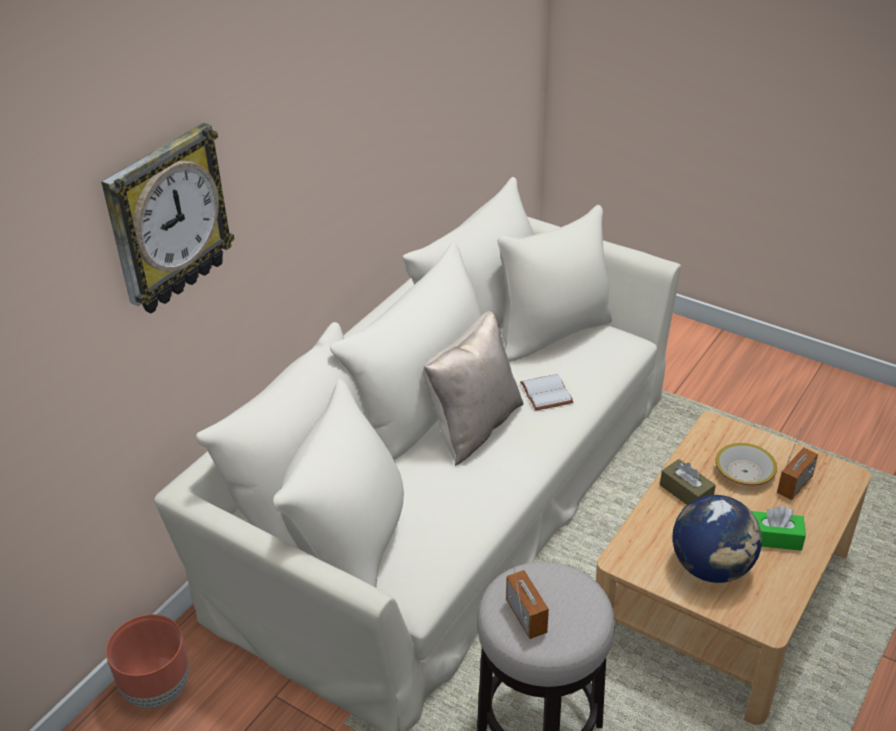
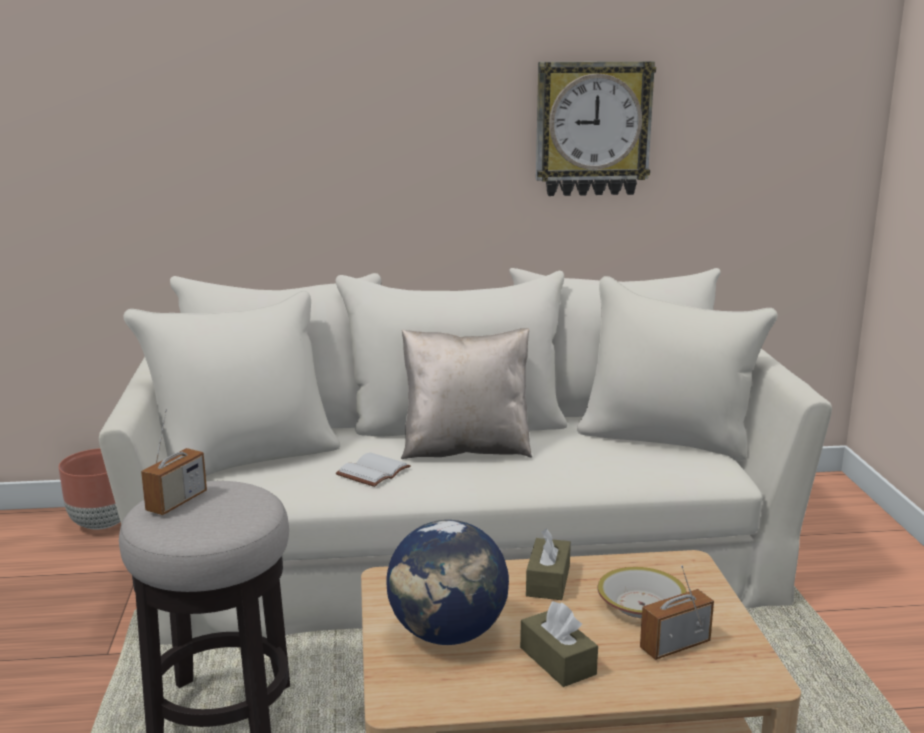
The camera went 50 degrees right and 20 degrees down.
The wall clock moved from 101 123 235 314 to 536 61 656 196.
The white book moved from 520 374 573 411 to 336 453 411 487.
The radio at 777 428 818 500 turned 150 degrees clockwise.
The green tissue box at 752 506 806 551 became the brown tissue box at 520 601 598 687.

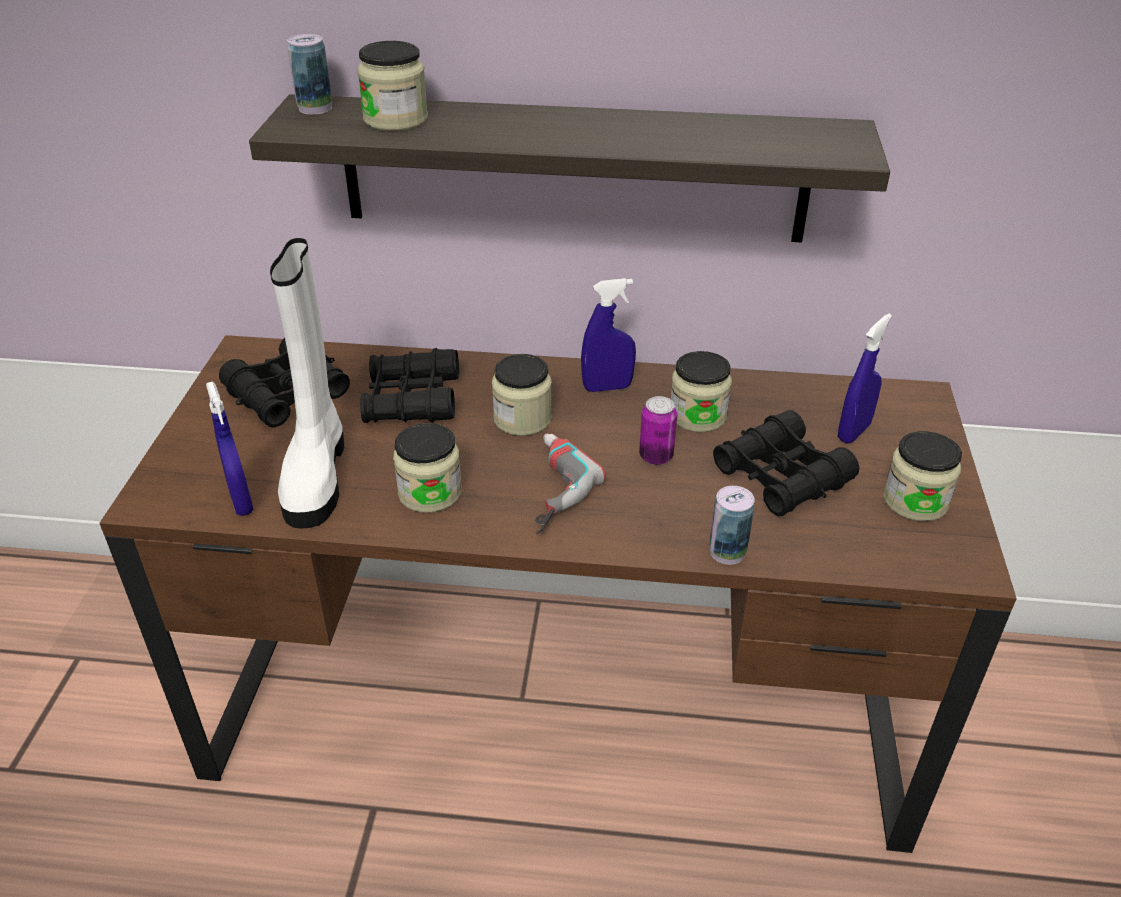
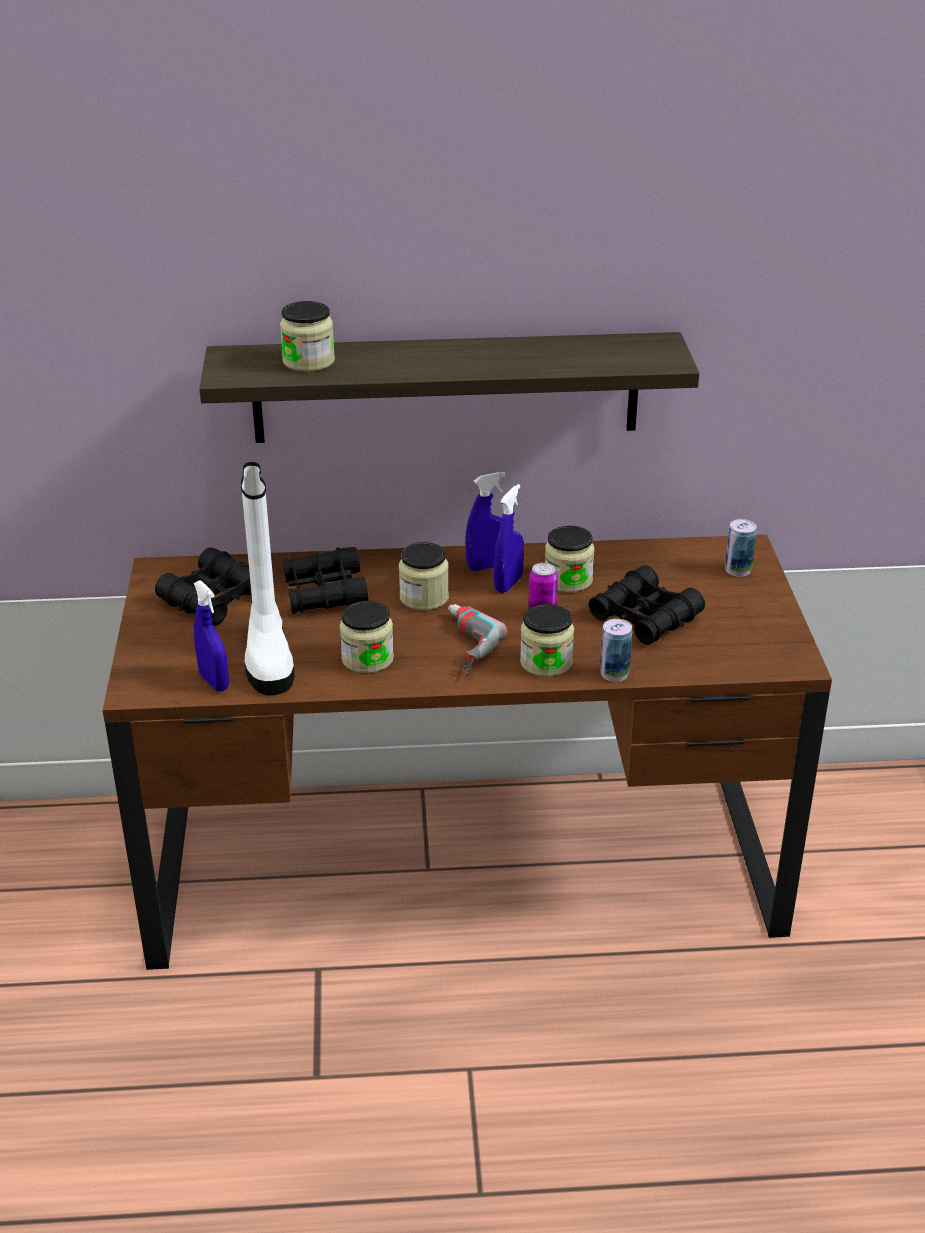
The camera went 10 degrees left and 5 degrees down.
The can moved from 287 34 332 115 to 725 519 756 577.
The blue spray bottle moved from 838 313 892 443 to 494 484 524 593.
The jar moved from 883 431 962 521 to 520 604 574 677.

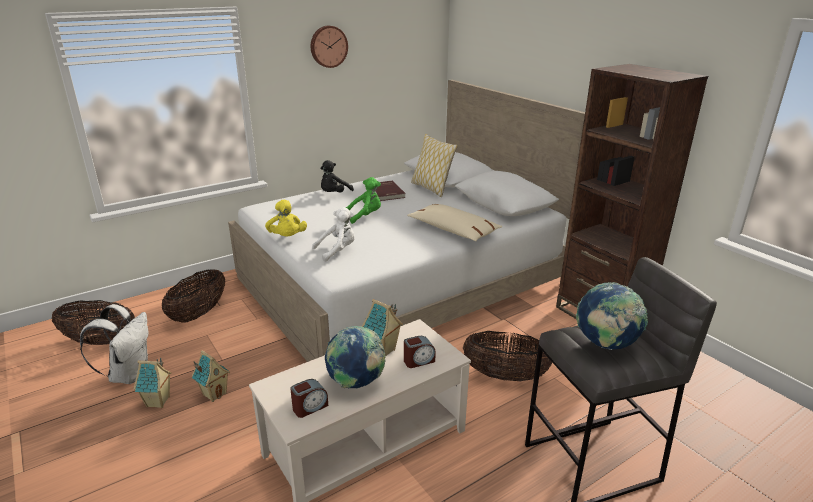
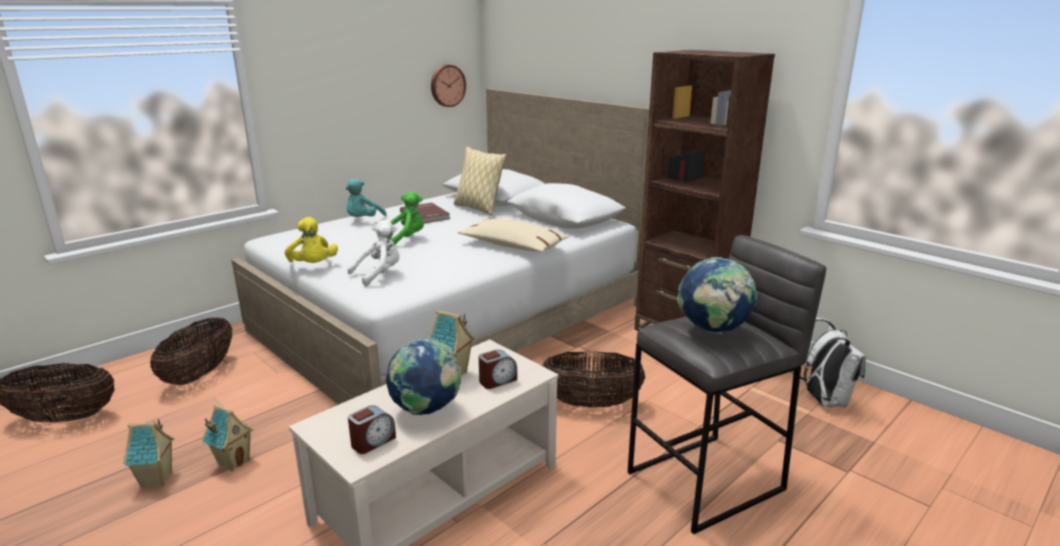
The camera went 10 degrees left and 5 degrees down.
The wall clock moved from 311 26 348 68 to 431 65 466 107.
The black plush toy at 320 160 354 192 became the turquoise plush toy at 346 179 387 217.
The white backpack moved from 80 304 149 384 to 792 317 866 408.

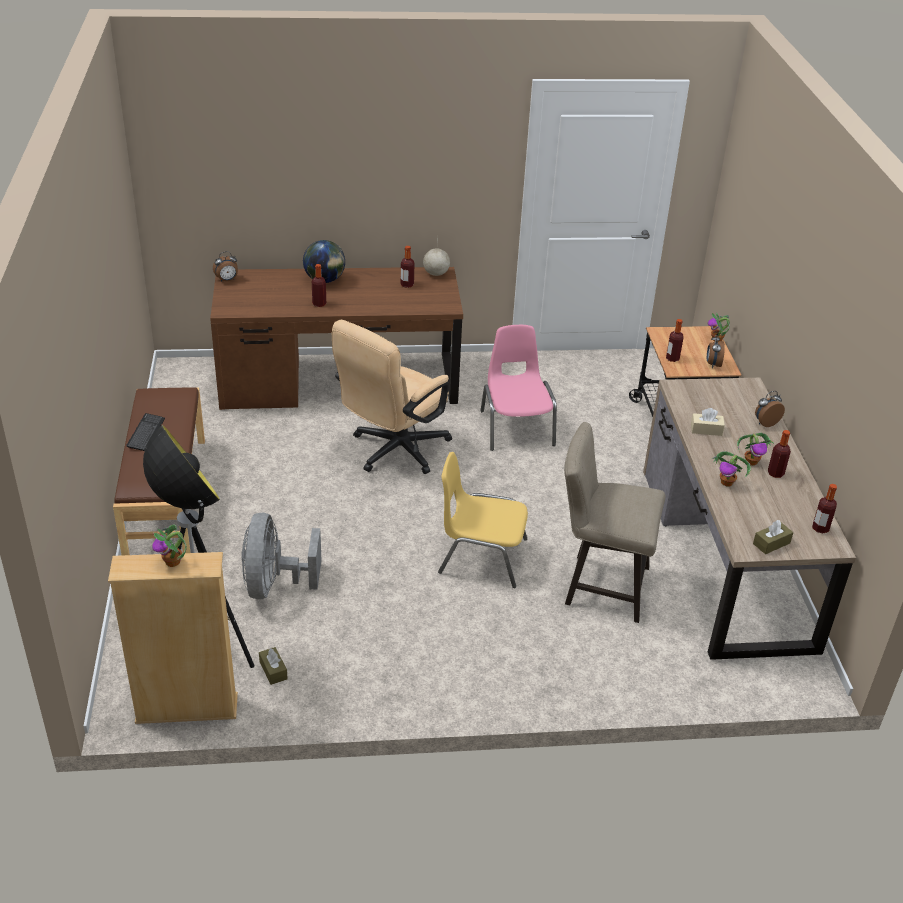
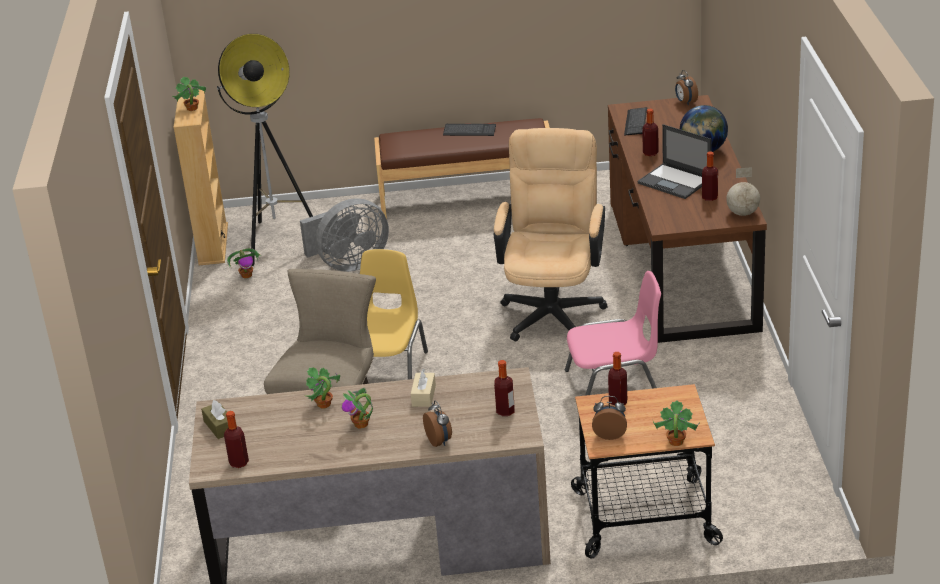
The camera went 95 degrees right and 5 degrees down.
The beige office chair at 332 320 452 474 turned 60 degrees clockwise.
The bottle moved from 768 430 791 478 to 494 360 515 416.
The grey fan at 241 513 322 599 turned 150 degrees clockwise.
The brown tissue box at 259 647 288 685 was replaced by the potted plant at 227 248 261 279.
The keyboard at 624 107 647 136 appeared.
The laptop at 637 124 712 199 appeared.

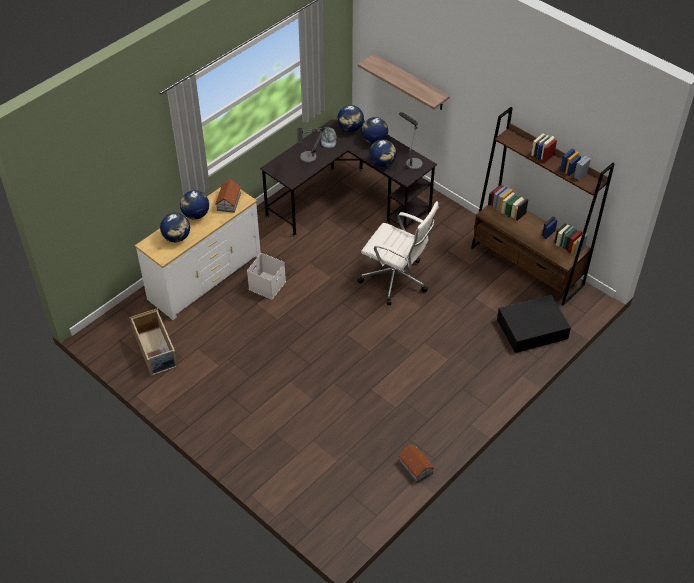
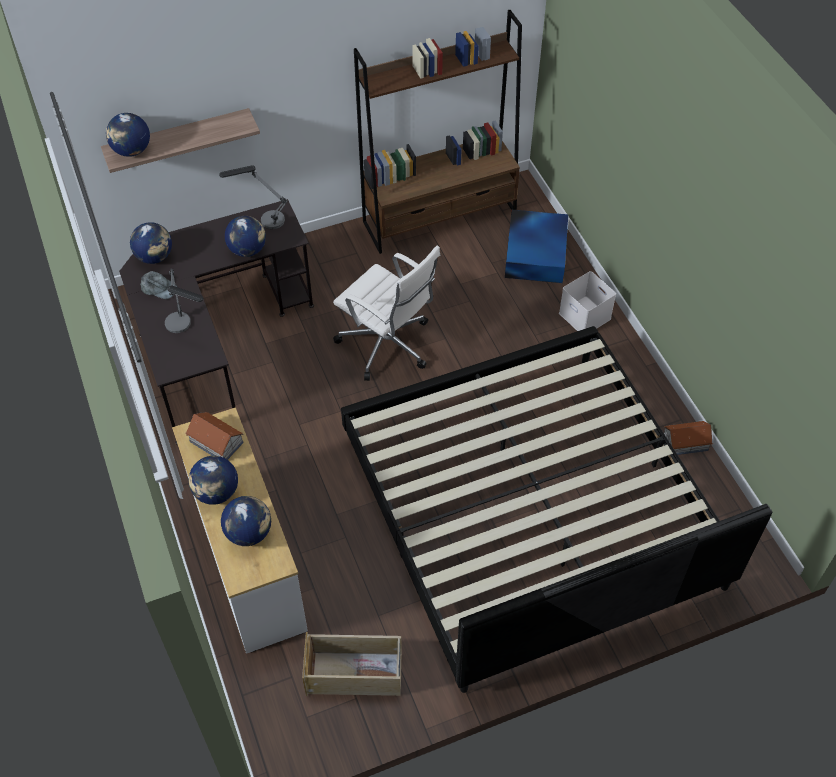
The camera went 65 degrees left and 5 degrees up.
The globe moved from 361 117 388 144 to 106 113 150 157.
The white office chair at 357 201 439 305 turned 75 degrees clockwise.
The white storage box moved from 247 253 286 299 to 559 271 616 331.
The black storage box at 497 295 571 353 became the blue storage box at 505 210 568 283.
The bed at 341 326 772 693 appeared.

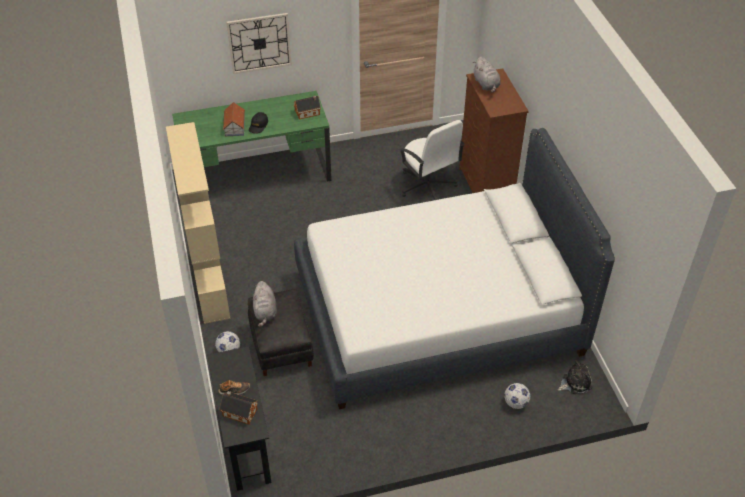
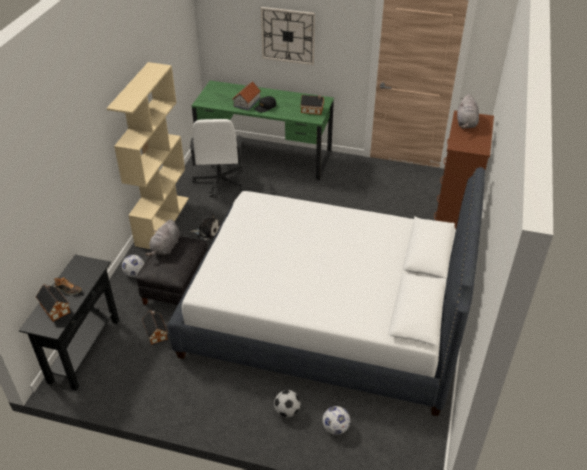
The camera went 30 degrees right and 5 degrees down.
The white office chair moved from 399 120 465 200 to 190 119 243 197.
The plush toy moved from 558 360 592 394 to 190 214 220 240.
The toy house at 142 310 168 345 appeared.
The football at 274 390 300 417 appeared.

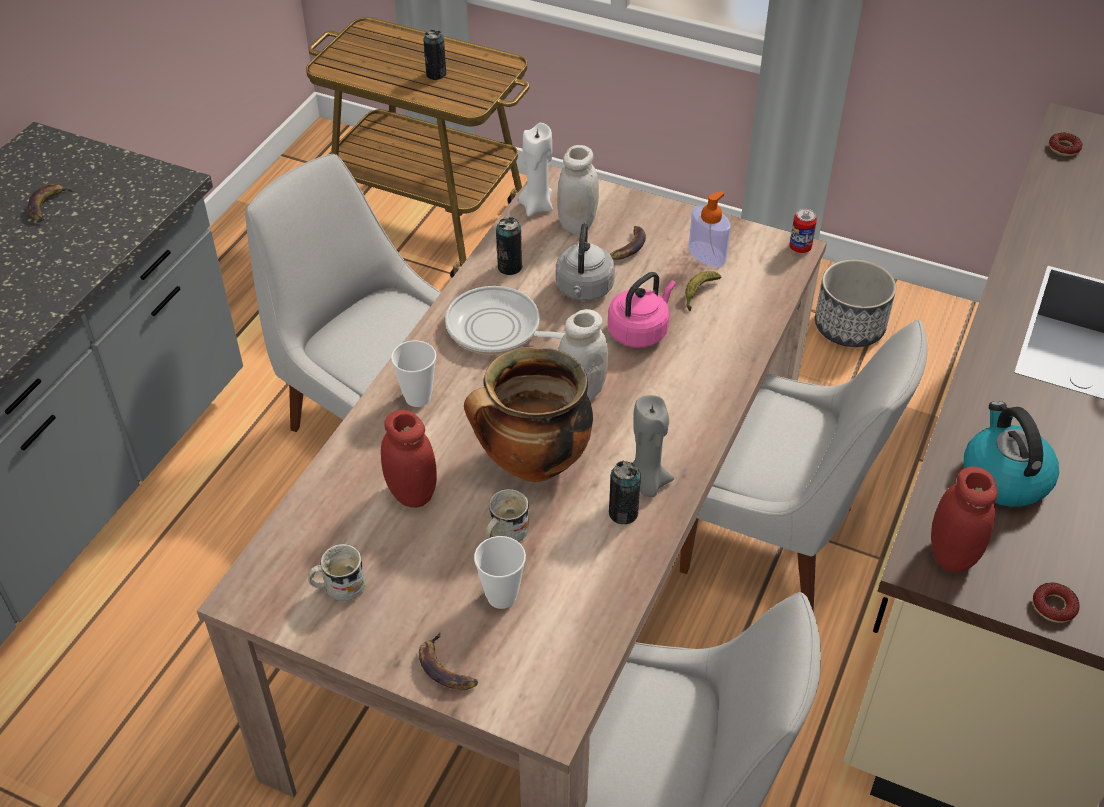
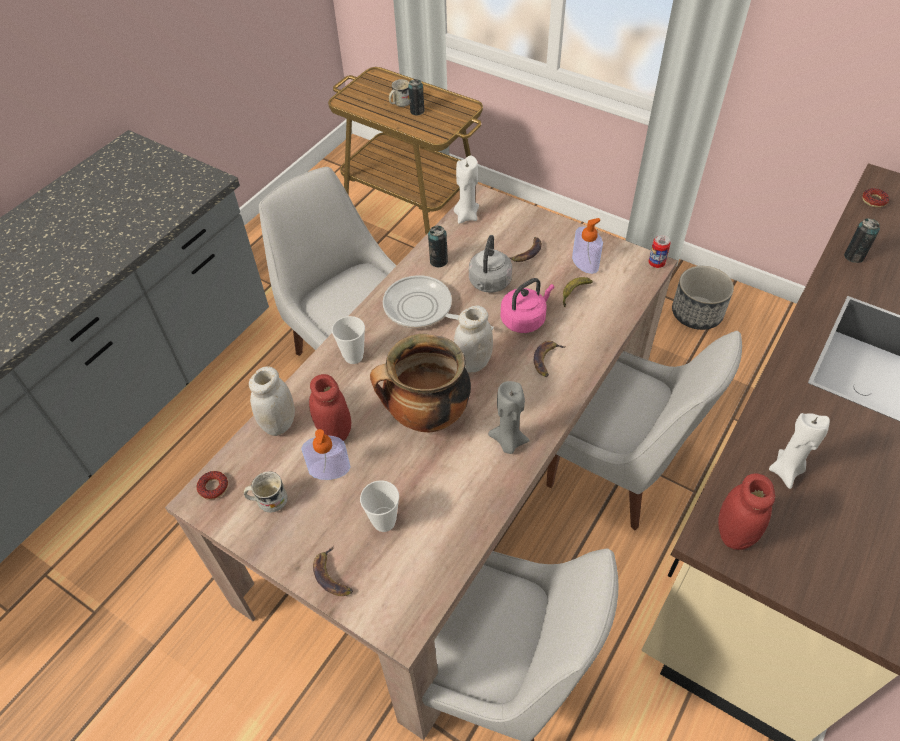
The camera went 10 degrees right and 5 degrees up.
The white jar moved from 557 145 599 234 to 249 366 295 436.
The banana moved from 28 184 76 221 to 534 341 566 377.
The kettle at 964 401 1059 507 was replaced by the white candle at 769 413 830 489.
The can moved from 609 460 641 524 to 844 218 880 263.
The white mug moved from 485 489 529 542 to 389 79 410 107.
The donut moved from 1033 583 1080 623 to 197 471 228 500.
The soap dispenser at 301 429 351 480 appeared.

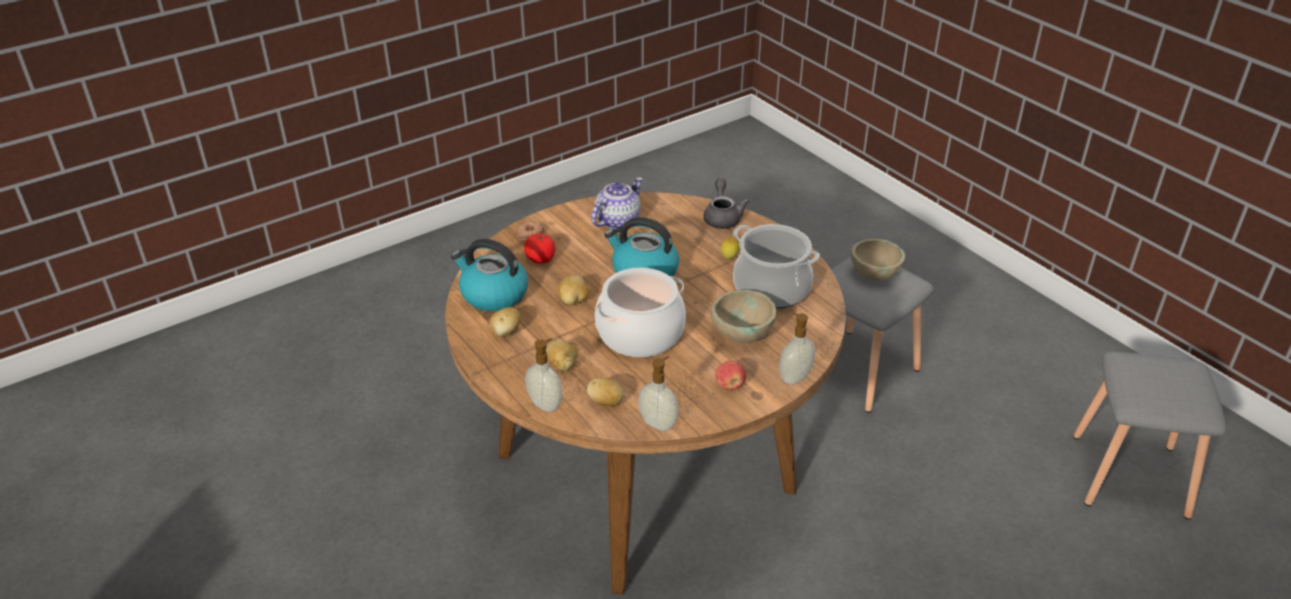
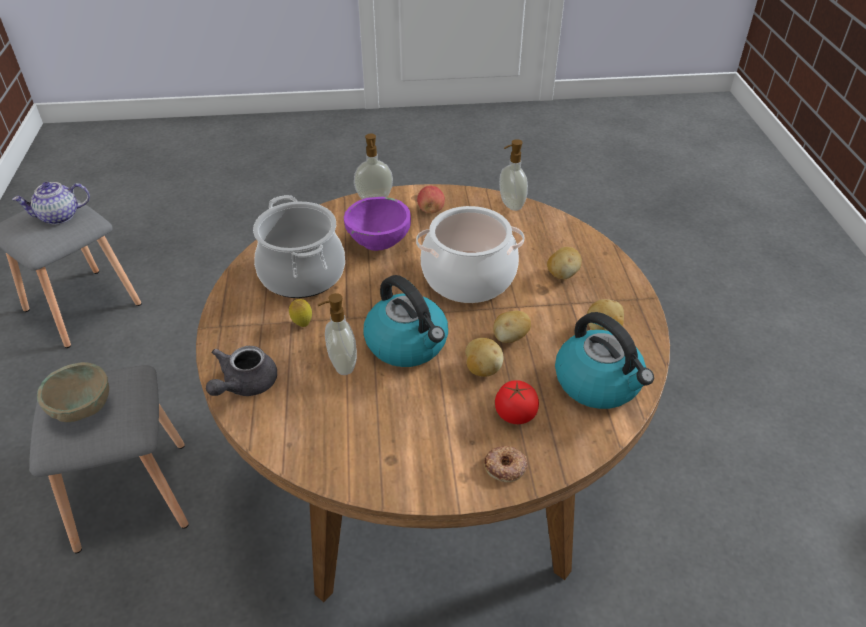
The camera went 150 degrees left and 5 degrees up.
The teapot moved from 591 177 643 229 to 12 182 90 225.
The beige bowl at 711 290 776 343 became the purple bowl at 344 197 411 251.
The soap dispenser moved from 525 338 563 412 to 318 293 357 375.
The potato moved from 587 378 624 407 to 465 338 503 377.

